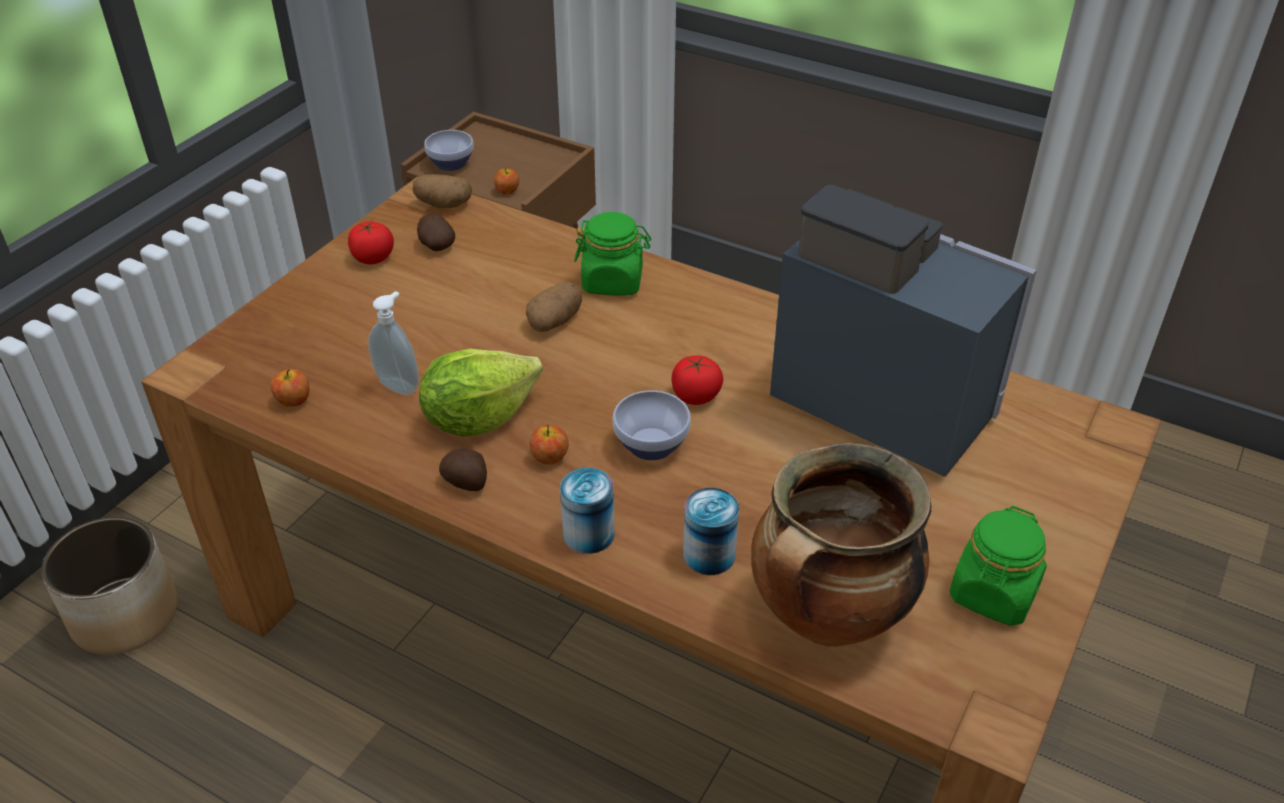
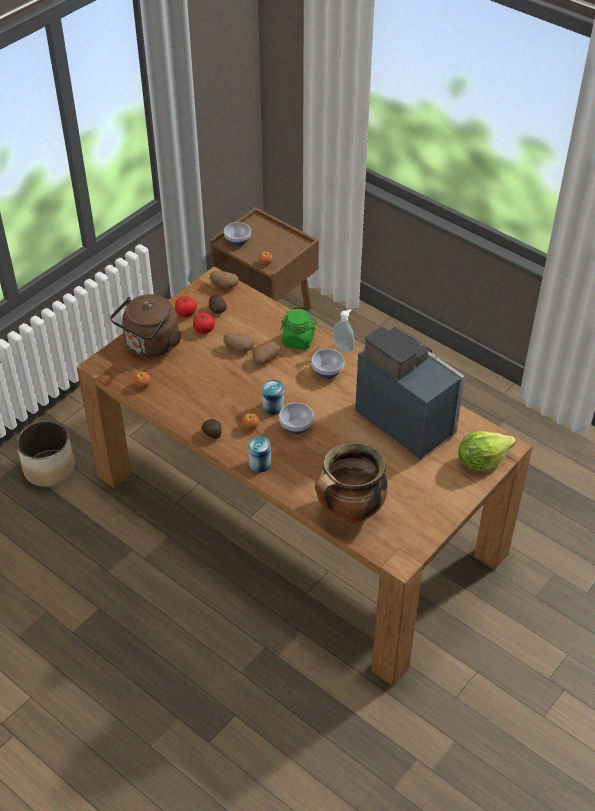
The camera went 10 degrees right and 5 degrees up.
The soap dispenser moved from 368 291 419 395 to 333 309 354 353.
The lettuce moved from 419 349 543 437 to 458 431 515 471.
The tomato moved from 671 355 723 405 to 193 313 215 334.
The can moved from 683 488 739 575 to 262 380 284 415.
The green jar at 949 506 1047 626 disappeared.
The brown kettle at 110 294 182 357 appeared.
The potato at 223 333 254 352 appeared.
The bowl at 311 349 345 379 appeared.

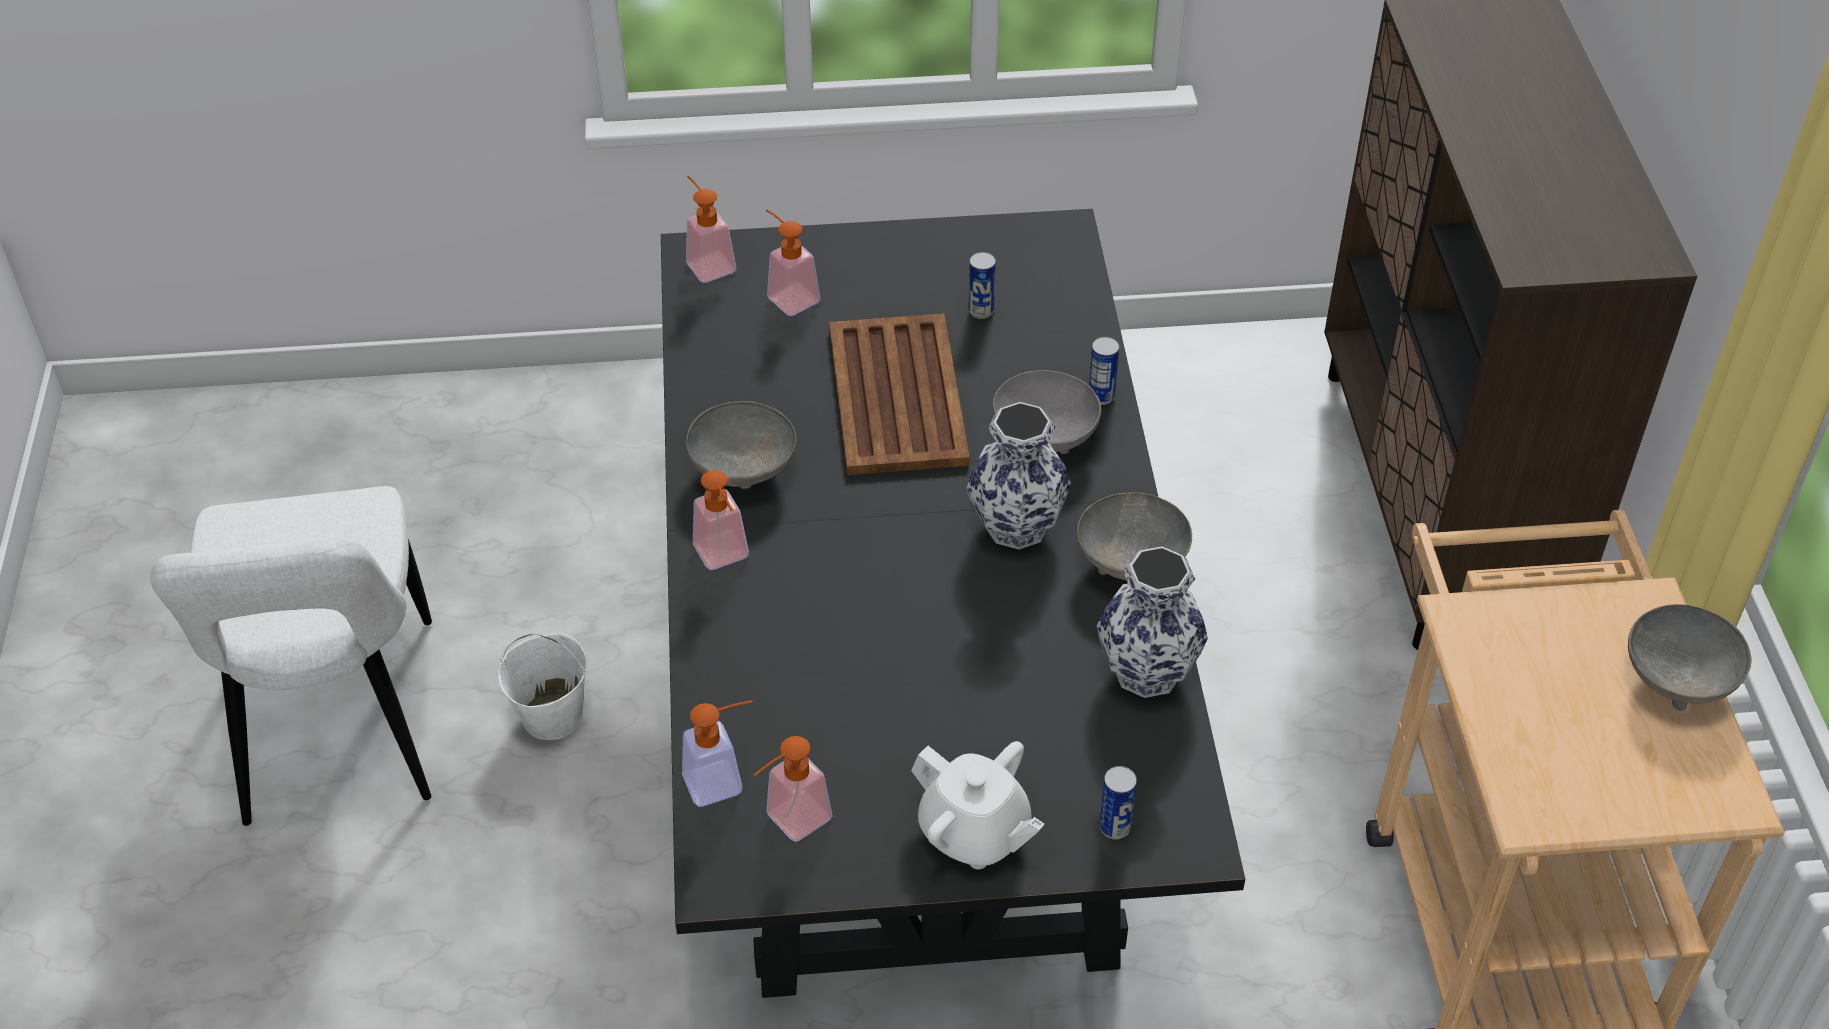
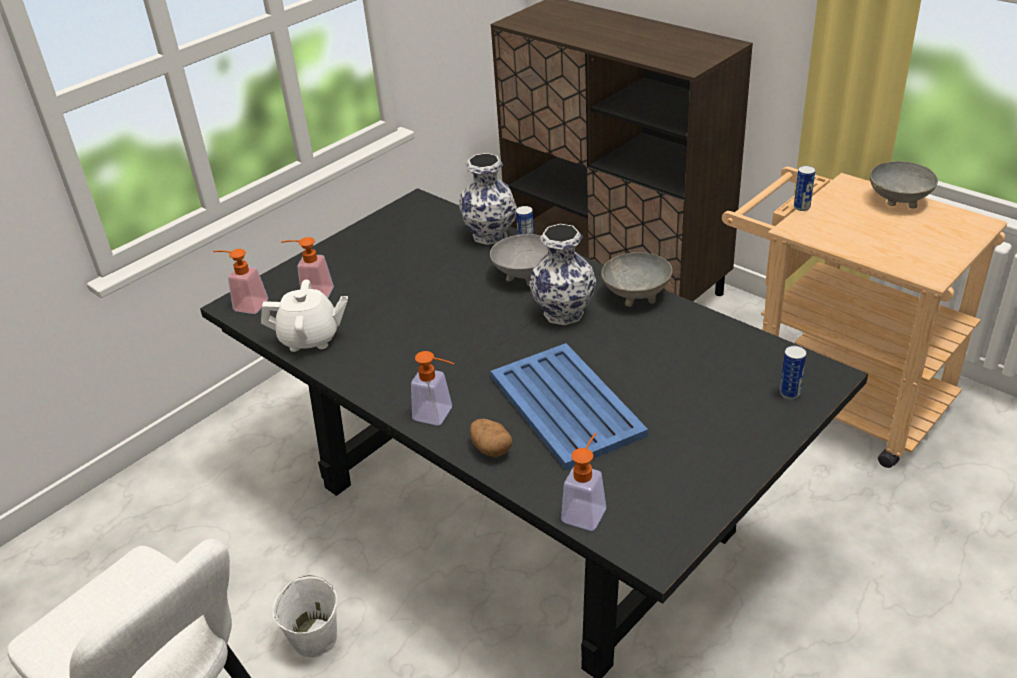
The camera went 40 degrees left and 10 degrees down.
The can moved from 968 252 996 319 to 794 166 815 211.
The brown tray at 829 313 970 475 disappeared.
The grey bowl at 686 401 796 489 disappeared.
The vase moved from 1096 547 1208 698 to 459 153 517 245.
The soap dispenser at 754 736 833 842 disappeared.
The white teapot moved from 911 741 1044 869 to 261 279 348 352.
The blue tray at 490 343 648 470 appeared.
The potato at 470 419 512 457 appeared.

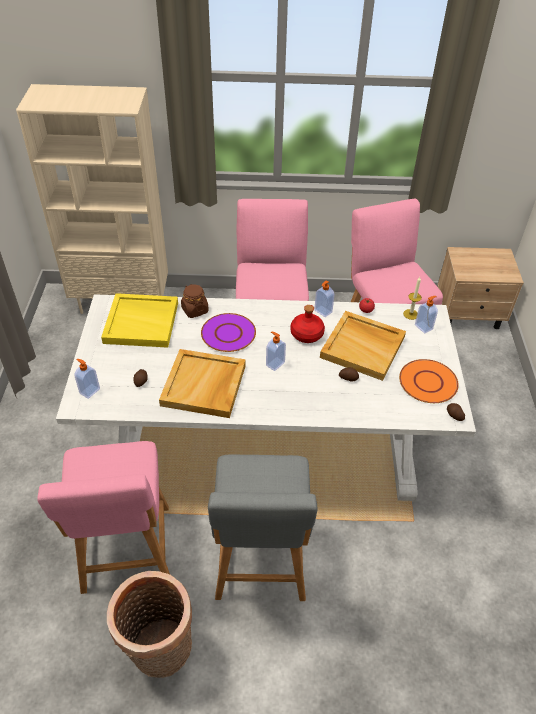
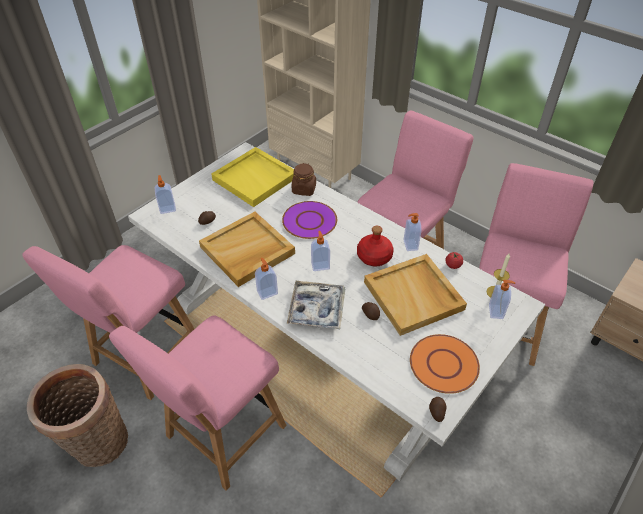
The camera went 40 degrees right and 0 degrees up.
The grey chair at 208 454 318 601 became the pink chair at 109 315 287 491.
The soap dispenser at 255 258 278 300 appeared.
The tray at 287 281 345 329 appeared.

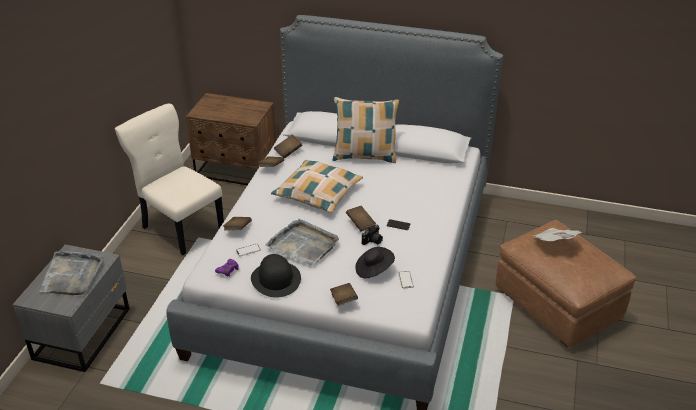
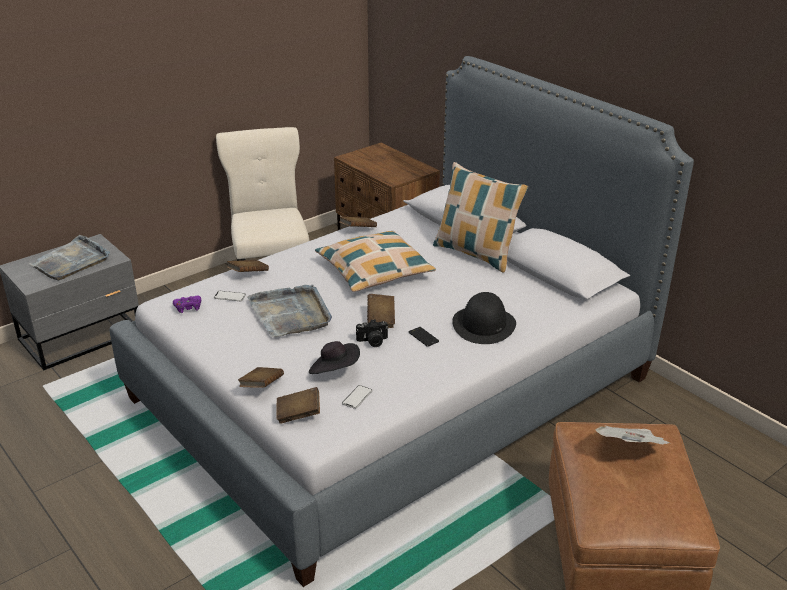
The camera went 35 degrees right and 5 degrees down.
The brown book moved from 274 135 302 158 to 276 387 320 424.
The black hat moved from 251 254 301 297 to 452 292 516 344.

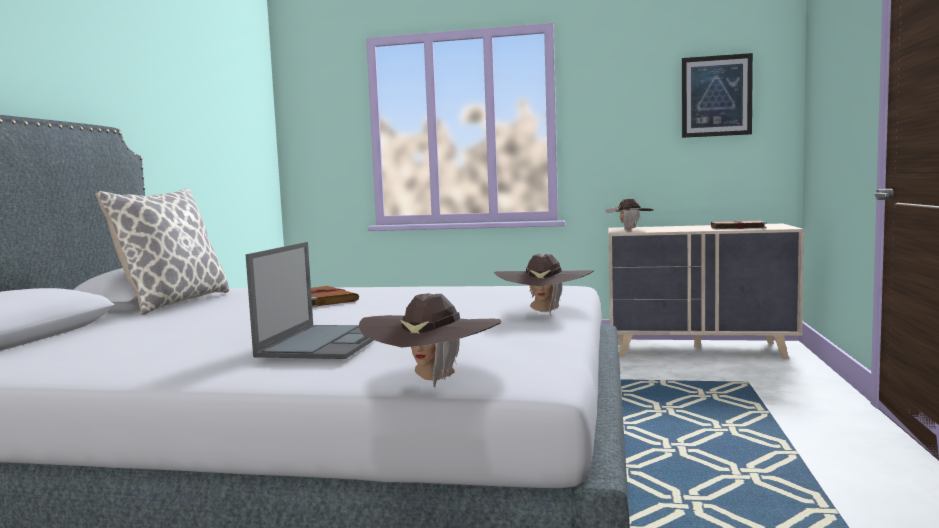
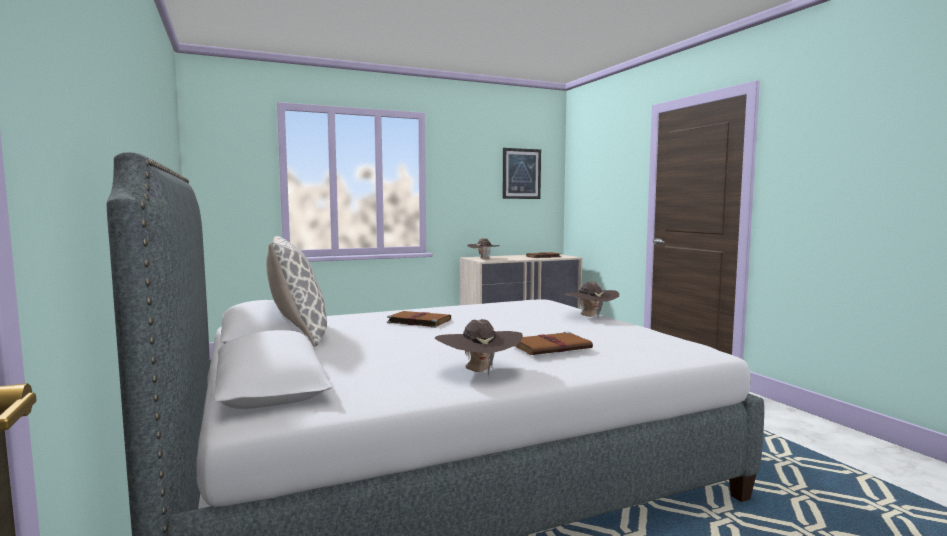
The camera went 35 degrees left and 0 degrees up.
The laptop at 246 242 374 359 was replaced by the brown book at 513 332 593 355.
The brown hat moved from 358 293 501 387 to 434 319 523 375.

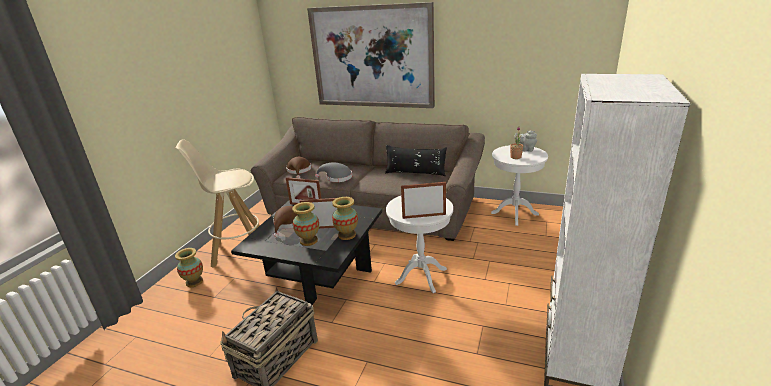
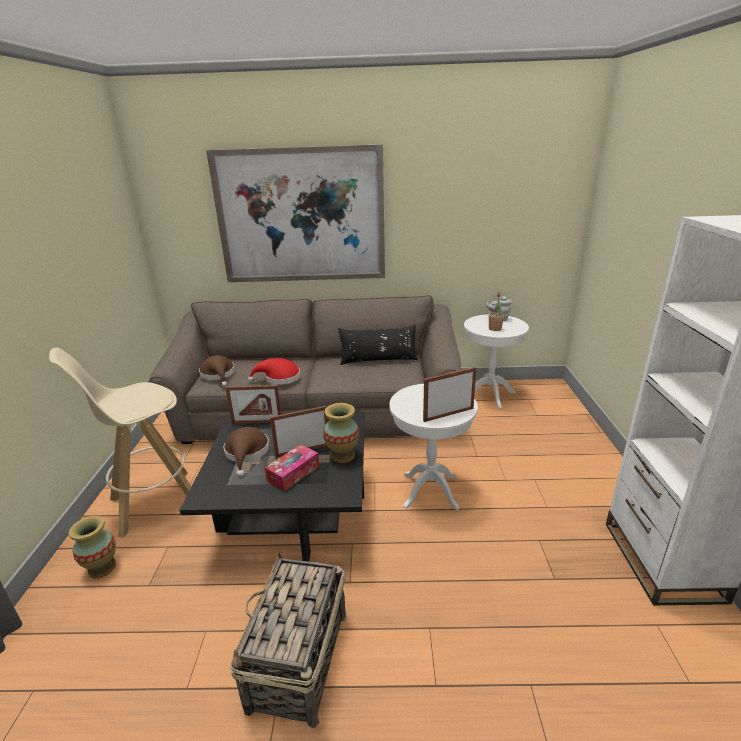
The camera went 20 degrees left and 0 degrees up.
The grey hat at 315 163 352 182 became the red hat at 248 358 301 385.
The vase at 292 202 319 246 was replaced by the tissue box at 265 444 319 491.

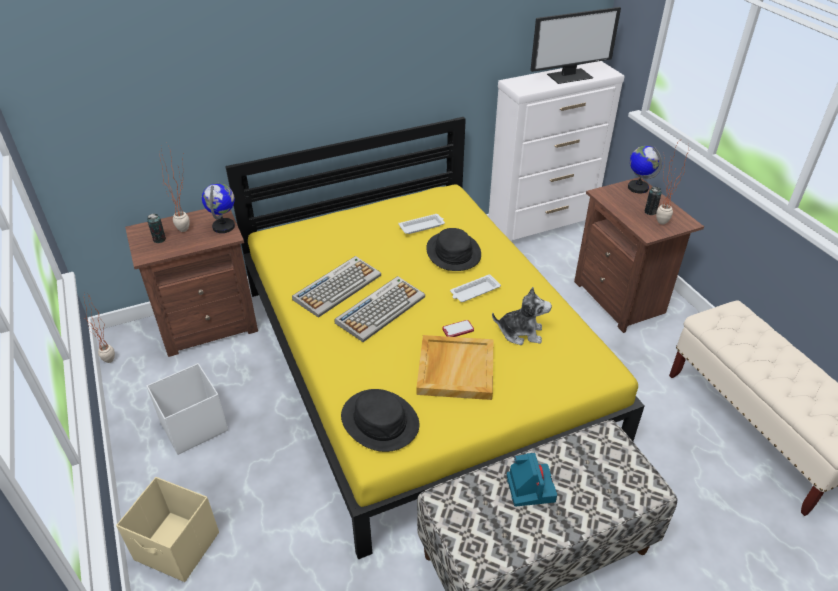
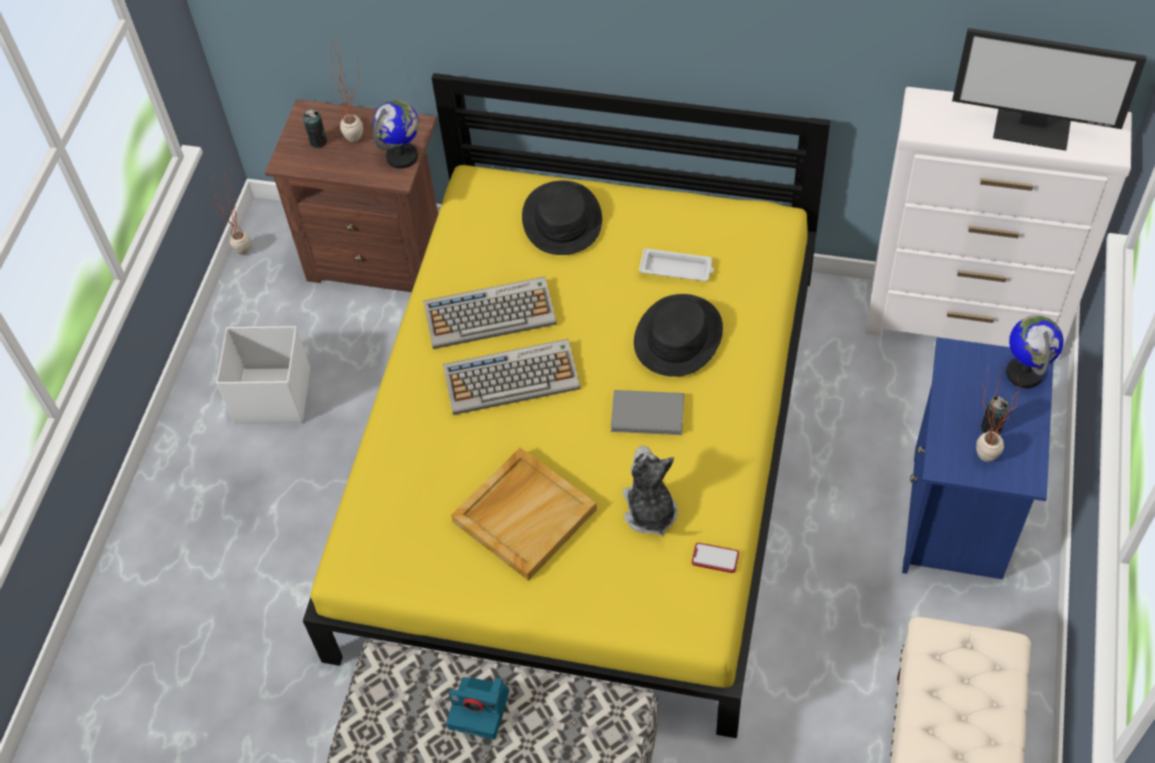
The camera went 40 degrees right and 15 degrees up.
The brown nightstand at 574 177 704 333 became the blue nightstand at 902 337 1054 579.
The white tray at 450 274 501 302 was replaced by the grey book at 611 390 684 435.
The plush toy at 492 287 552 345 turned 150 degrees counterclockwise.
The phone moved from 442 320 474 337 to 692 543 739 573.
The black hat moved from 341 389 419 452 to 522 181 602 255.
The photo camera at 506 453 557 507 turned 75 degrees clockwise.
The beige storage box at 116 477 219 582 disappeared.

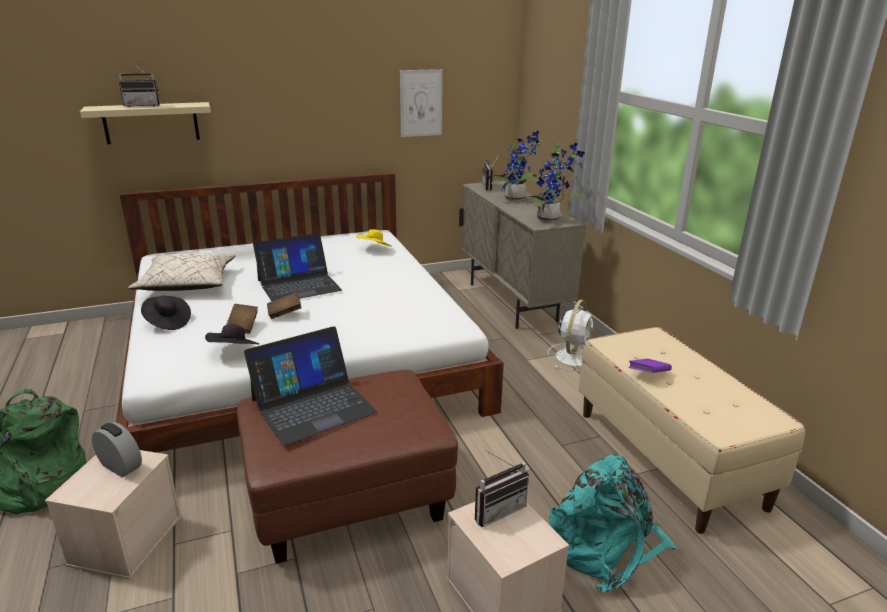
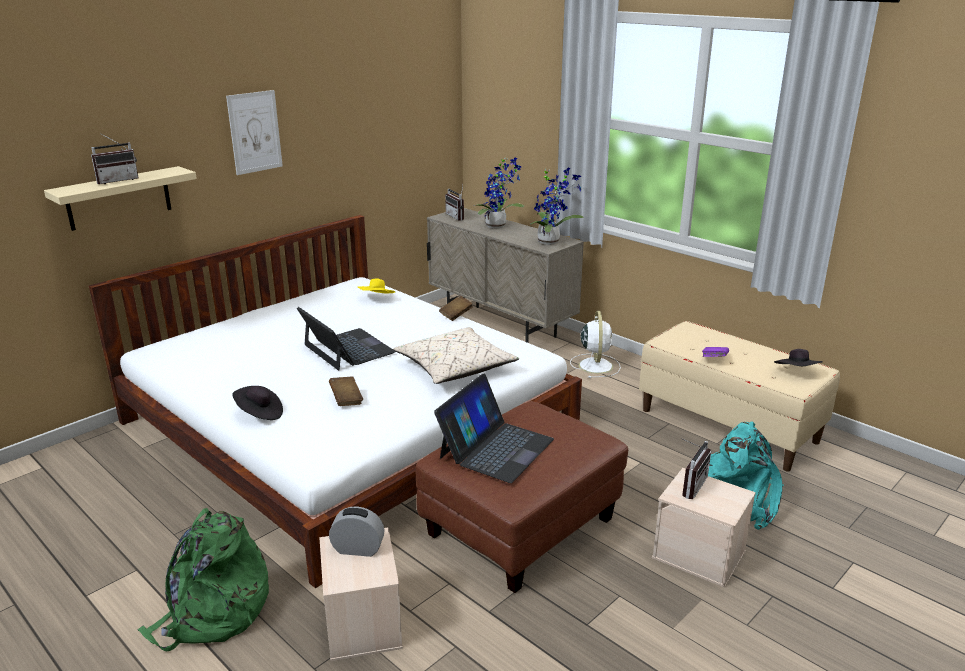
The camera went 25 degrees left and 0 degrees up.
The picture moved from 400 69 442 137 to 226 90 283 175.
The laptop at 253 233 342 301 turned 75 degrees counterclockwise.
The beige pillow moved from 128 253 236 291 to 393 327 519 384.
The brown book moved from 267 292 302 319 to 439 295 473 321.
The black hat moved from 205 324 259 344 to 774 349 823 366.

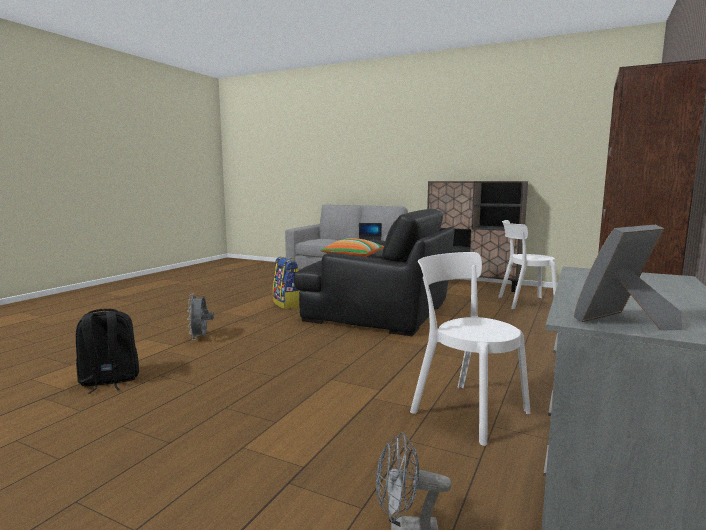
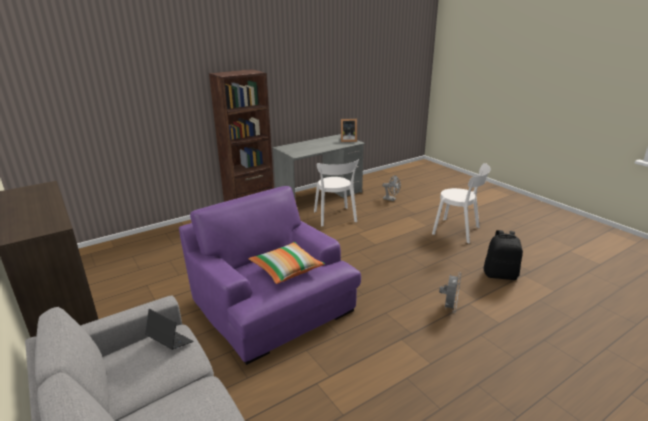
The camera went 150 degrees left and 15 degrees up.
The black armchair at 294 209 455 336 became the purple armchair at 179 186 361 365.
The white chair moved from 498 220 557 309 to 432 163 491 244.
The backpack at 273 257 300 309 disappeared.

